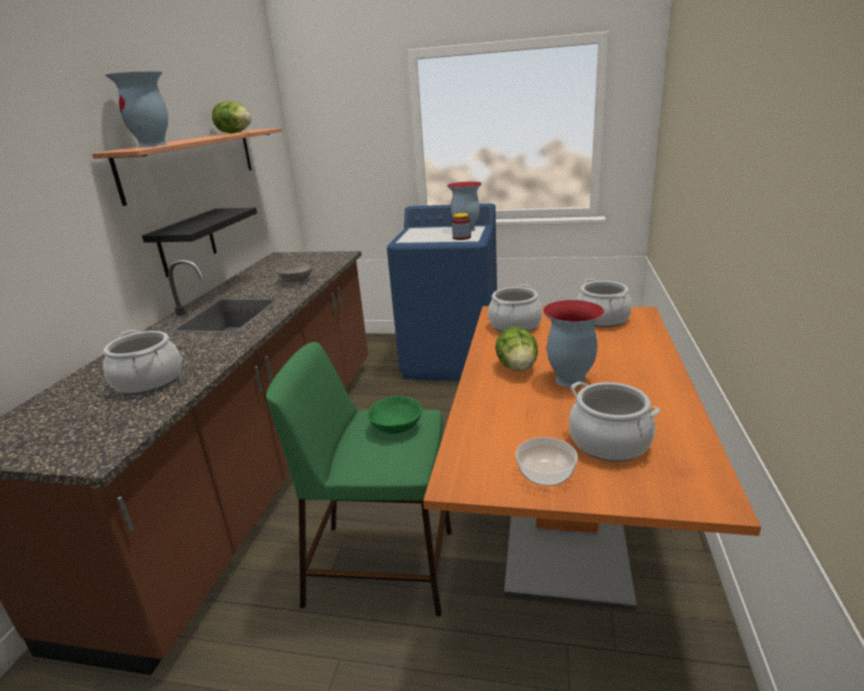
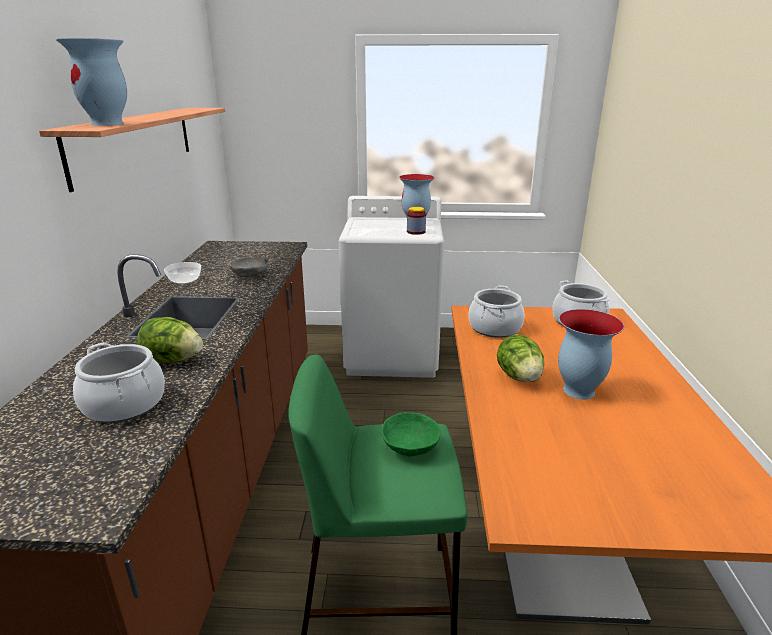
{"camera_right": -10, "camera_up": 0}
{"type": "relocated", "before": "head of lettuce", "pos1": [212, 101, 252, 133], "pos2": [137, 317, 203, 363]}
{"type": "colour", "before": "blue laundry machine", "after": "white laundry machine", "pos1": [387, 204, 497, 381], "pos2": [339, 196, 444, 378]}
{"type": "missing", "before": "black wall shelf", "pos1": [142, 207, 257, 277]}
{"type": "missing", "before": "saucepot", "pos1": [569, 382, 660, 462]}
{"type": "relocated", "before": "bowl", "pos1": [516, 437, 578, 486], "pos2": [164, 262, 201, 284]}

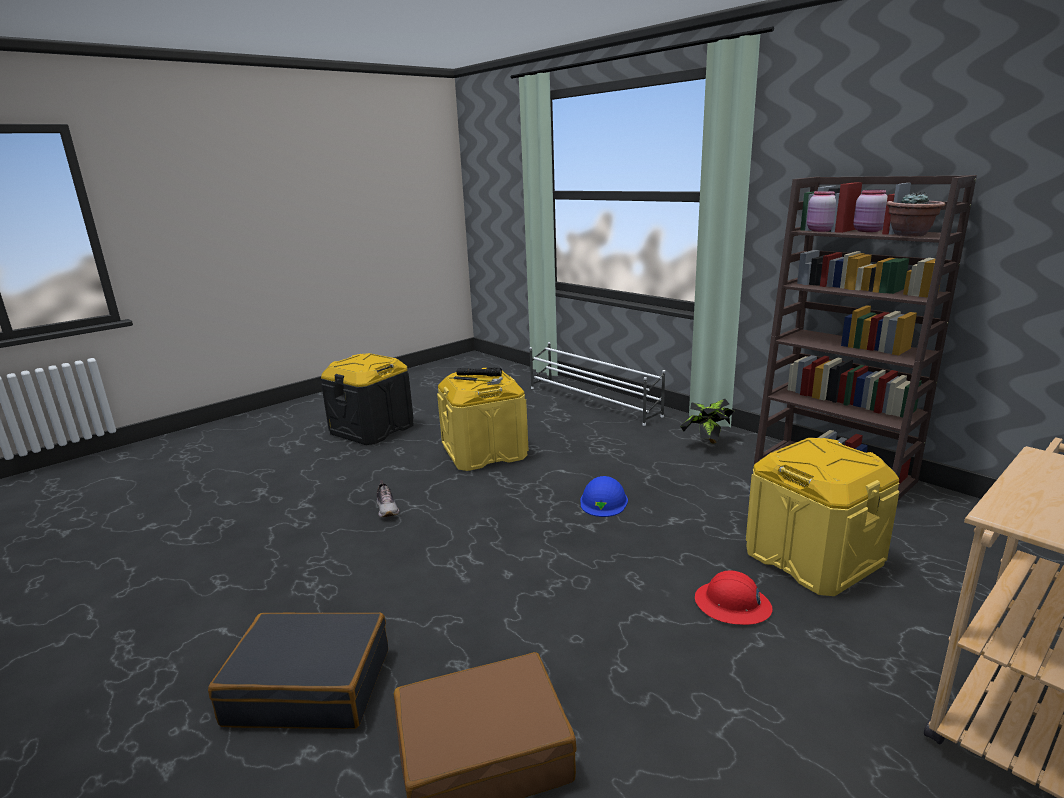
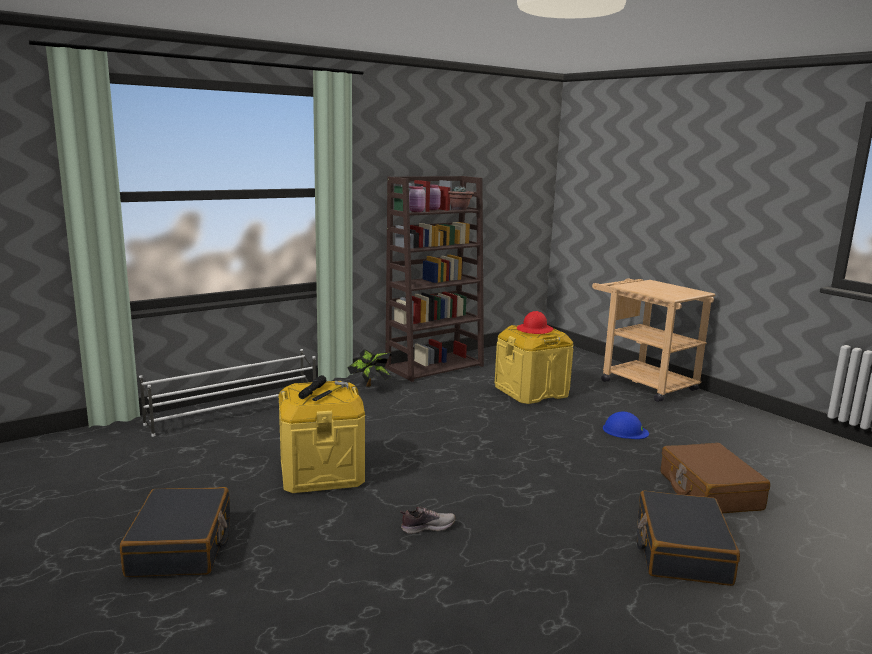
{"camera_right": -85, "camera_up": -5}
{"type": "exchanged", "before": "black storage container", "after": "black piece of luggage", "pos1": [321, 353, 414, 445], "pos2": [120, 487, 230, 577]}
{"type": "relocated", "before": "blue hard hat", "pos1": [580, 476, 628, 517], "pos2": [603, 411, 649, 439]}
{"type": "relocated", "before": "reddish hard hat", "pos1": [695, 571, 772, 625], "pos2": [517, 311, 553, 334]}

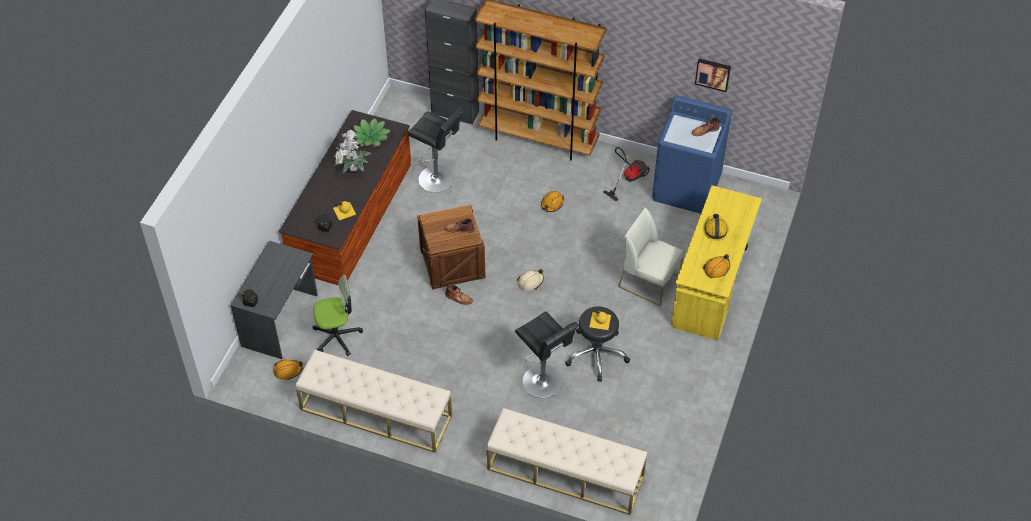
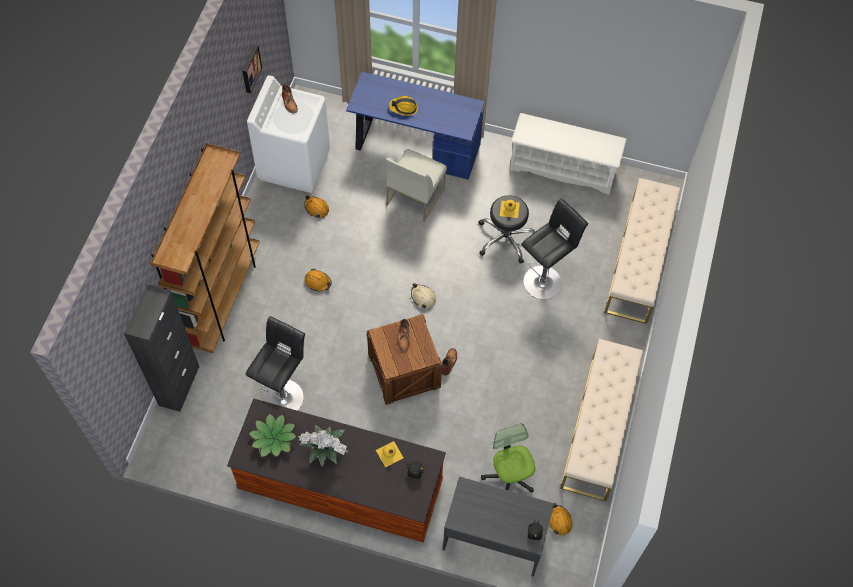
{"camera_right": -95, "camera_up": 10}
{"type": "colour", "before": "blue laundry machine", "after": "white laundry machine", "pos1": [652, 95, 732, 214], "pos2": [247, 75, 330, 193]}
{"type": "missing", "before": "vacuum cleaner", "pos1": [603, 147, 650, 202]}
{"type": "colour", "before": "yellow desk table", "after": "blue desk table", "pos1": [671, 185, 762, 341], "pos2": [346, 72, 485, 180]}
{"type": "relocated", "before": "orange hard hat", "pos1": [703, 254, 730, 278], "pos2": [304, 195, 329, 218]}
{"type": "appeared", "after": "white shoe shelf", "pos2": [510, 113, 627, 195]}

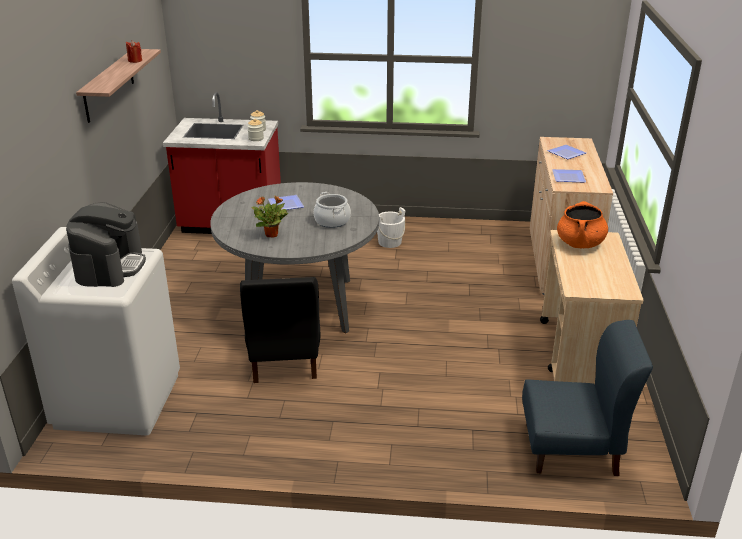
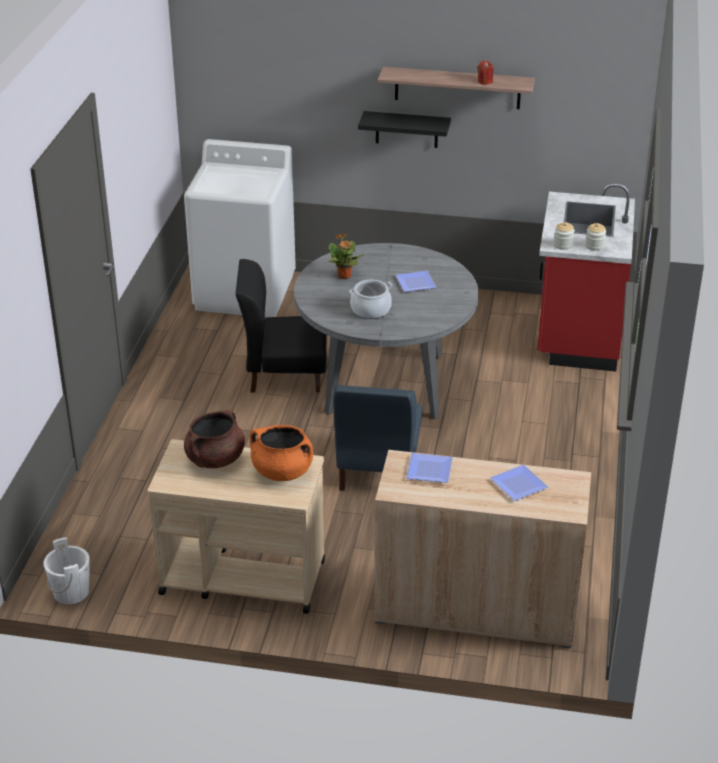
{"camera_right": 95, "camera_up": 5}
{"type": "missing", "before": "coffee maker", "pos1": [66, 202, 146, 287]}
{"type": "relocated", "before": "white water bucket", "pos1": [377, 207, 405, 248], "pos2": [43, 537, 90, 604]}
{"type": "relocated", "before": "blue chair", "pos1": [522, 320, 653, 476], "pos2": [333, 385, 422, 491]}
{"type": "appeared", "after": "black wall shelf", "pos2": [358, 111, 451, 148]}
{"type": "appeared", "after": "brownish saucepot", "pos2": [184, 409, 245, 468]}

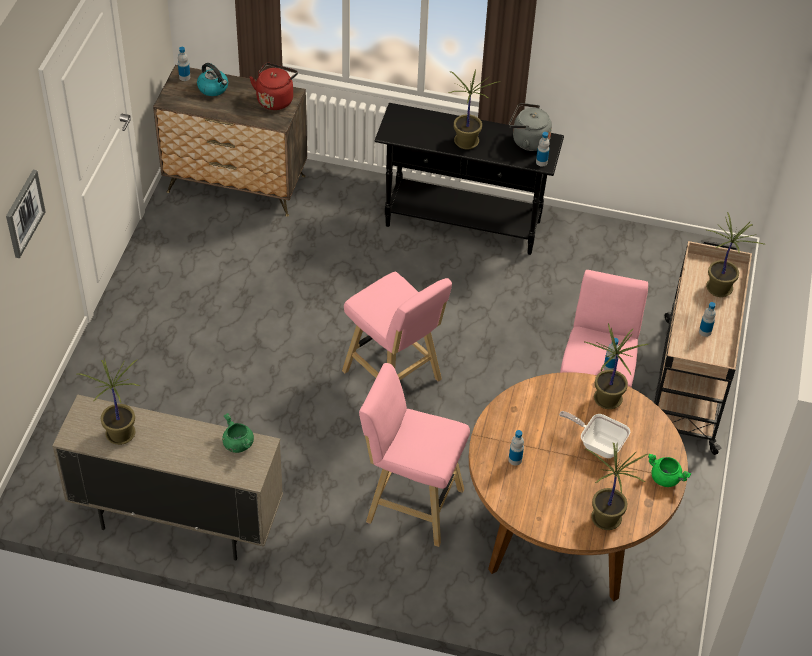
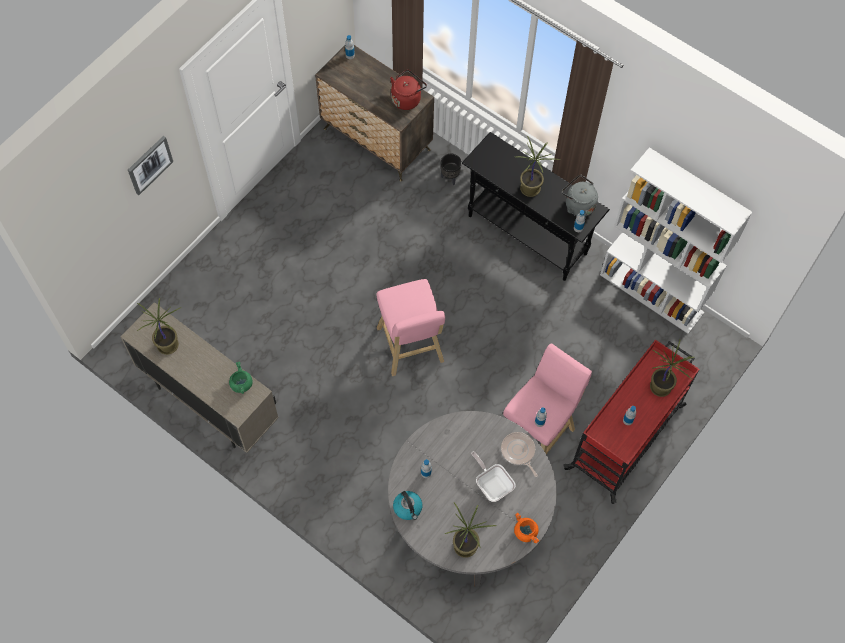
{"camera_right": 25, "camera_up": 15}
{"type": "relocated", "before": "tea kettle", "pos1": [197, 63, 228, 96], "pos2": [393, 491, 422, 520]}
{"type": "colour", "before": "beige trolley", "after": "reddish trolley", "pos1": [654, 240, 752, 455], "pos2": [563, 340, 700, 504]}
{"type": "exchanged", "before": "plant in a pot", "after": "pan", "pos1": [583, 323, 648, 409], "pos2": [501, 432, 538, 477]}
{"type": "missing", "before": "pinkish stool seat", "pos1": [359, 363, 470, 547]}
{"type": "colour", "before": "brownish dining table", "after": "gray dining table", "pos1": [469, 372, 688, 602], "pos2": [388, 411, 557, 587]}
{"type": "colour", "before": "green saucepot", "after": "orange saucepot", "pos1": [648, 454, 691, 487], "pos2": [514, 513, 540, 543]}
{"type": "appeared", "after": "white bookshelf", "pos2": [600, 147, 752, 333]}
{"type": "appeared", "after": "black flower pot", "pos2": [441, 154, 462, 185]}

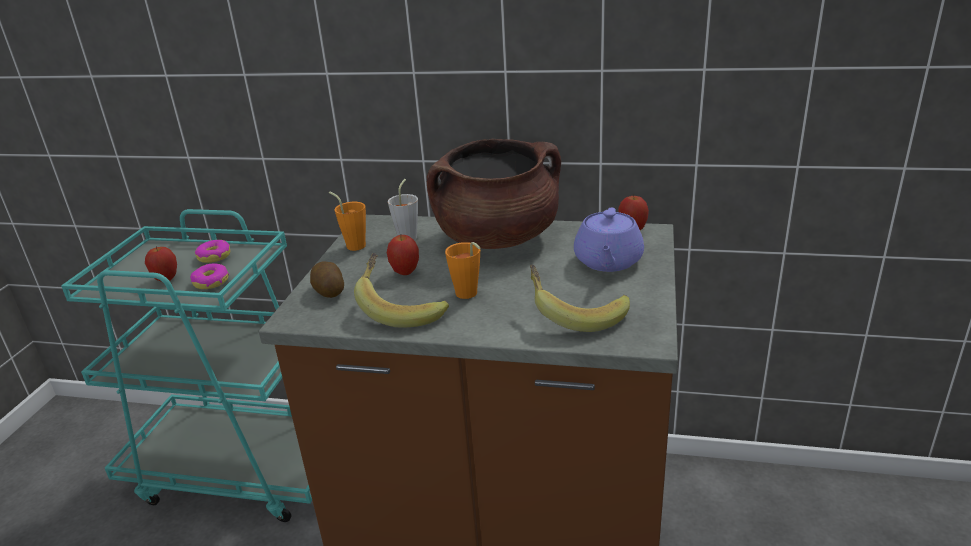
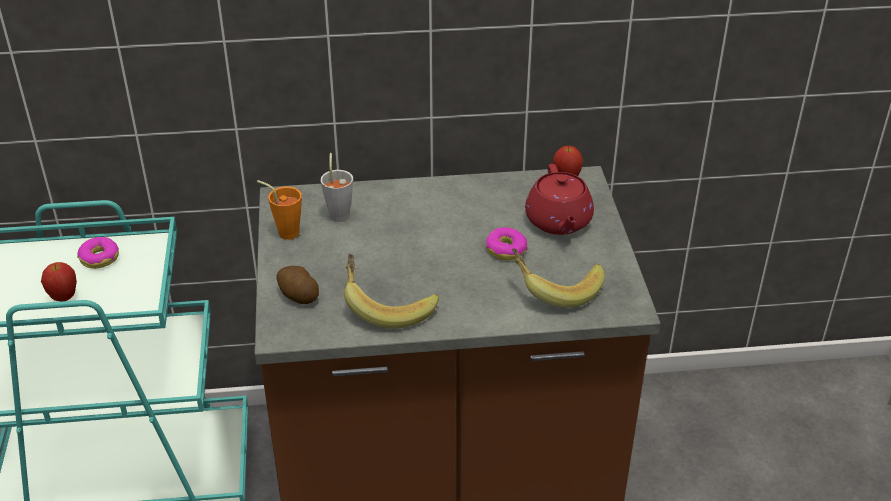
{"camera_right": -20, "camera_up": 10}
{"type": "missing", "before": "brownish saucepot", "pos1": [427, 139, 561, 249]}
{"type": "colour", "before": "purple tea pot", "after": "reddish tea pot", "pos1": [574, 208, 644, 272], "pos2": [525, 164, 594, 235]}
{"type": "missing", "before": "apple fruit", "pos1": [387, 235, 419, 275]}
{"type": "missing", "before": "orange small cup", "pos1": [445, 242, 480, 299]}
{"type": "relocated", "before": "ring doughnut", "pos1": [190, 263, 229, 289], "pos2": [486, 227, 528, 260]}

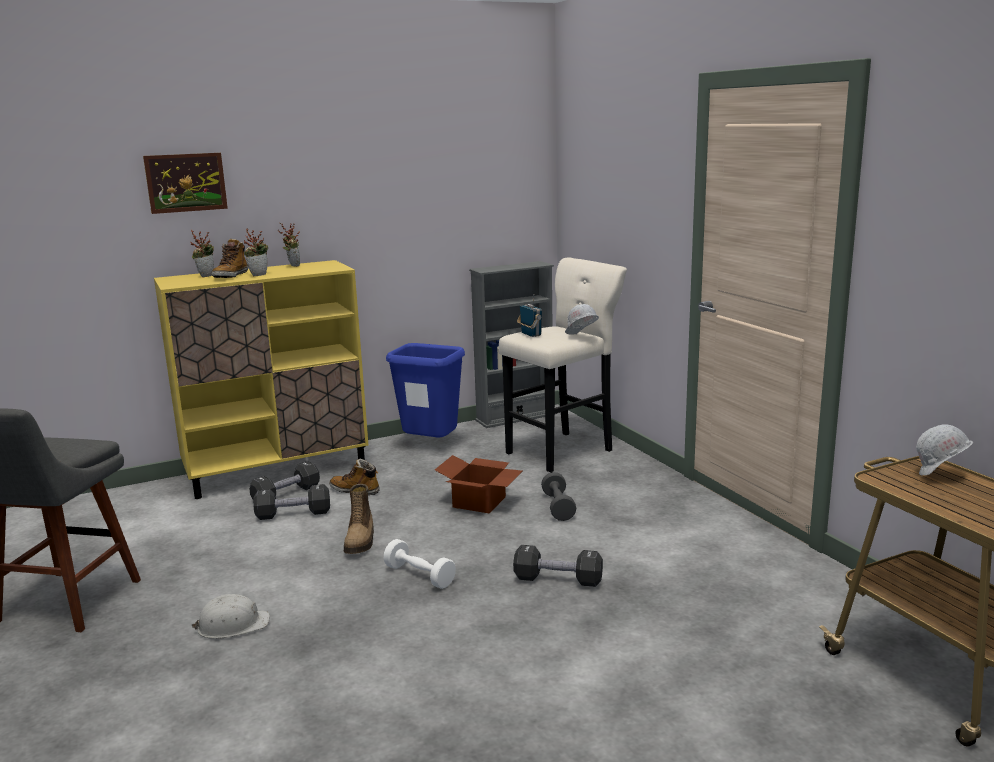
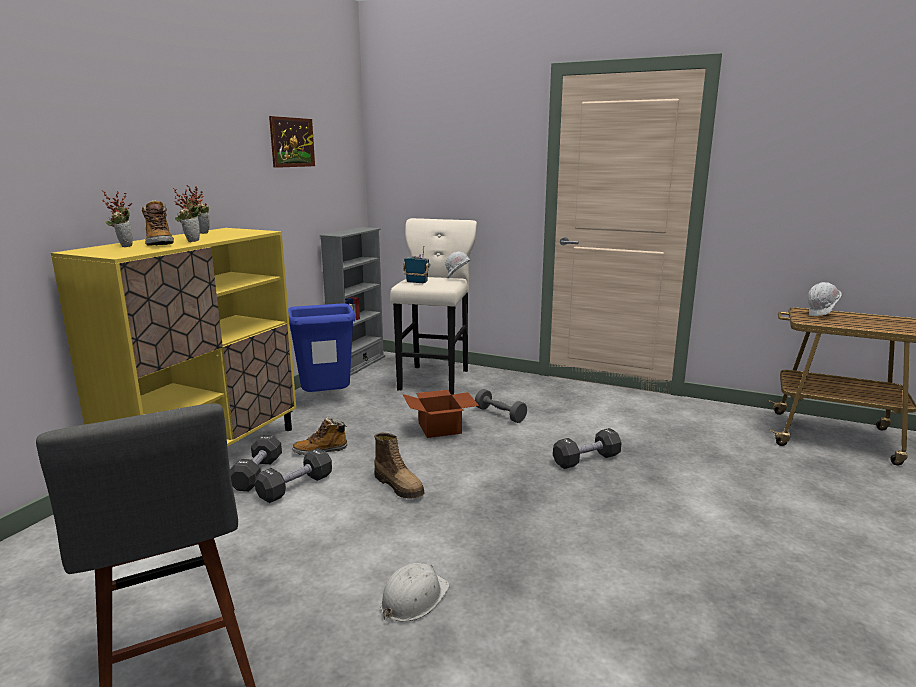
{"camera_right": -40, "camera_up": 0}
{"type": "relocated", "before": "picture", "pos1": [143, 153, 228, 214], "pos2": [269, 116, 315, 168]}
{"type": "missing", "before": "white dumbbell", "pos1": [384, 539, 456, 589]}

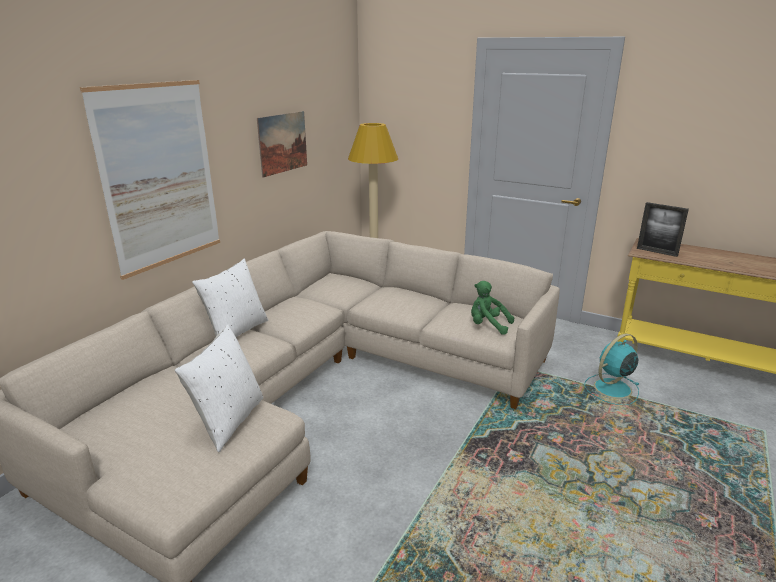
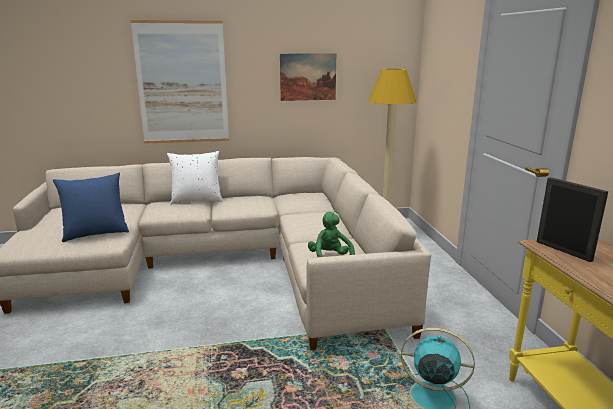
{"camera_right": 50, "camera_up": -5}
{"type": "spun", "before": "photo frame", "pos1": [637, 202, 689, 257], "pos2": [537, 177, 608, 262], "turn": 150}
{"type": "colour", "before": "white throw pillow", "after": "blue throw pillow", "pos1": [175, 325, 263, 452], "pos2": [53, 173, 129, 242]}

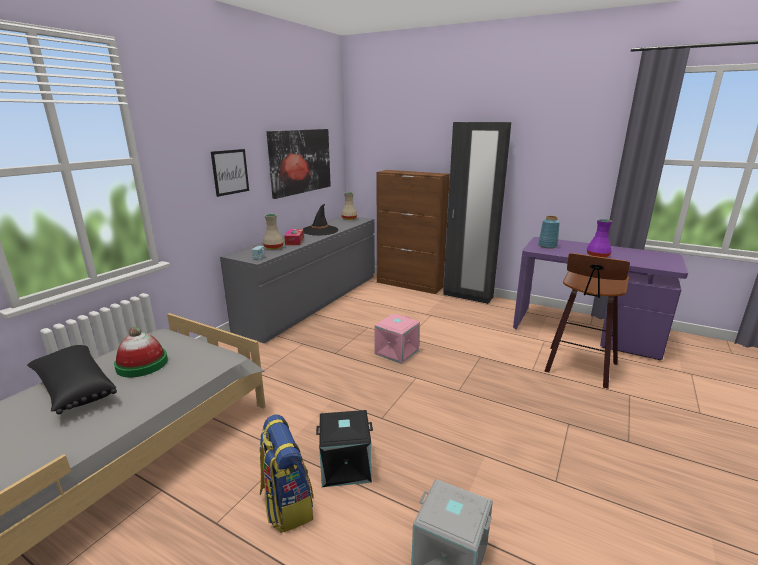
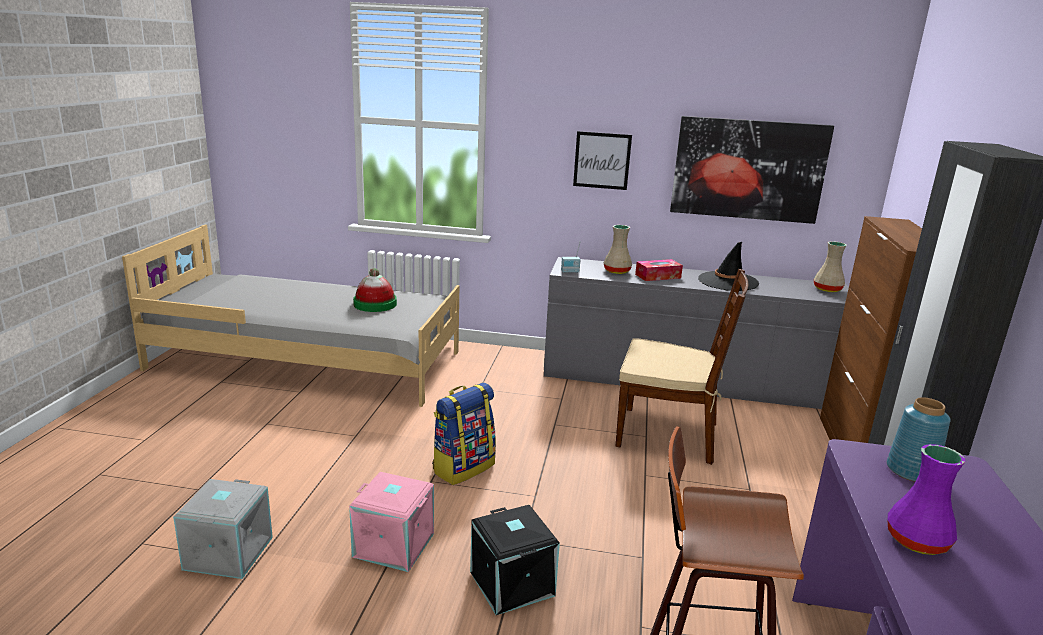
{"camera_right": 70, "camera_up": 0}
{"type": "relocated", "before": "pinkish storage container", "pos1": [374, 313, 420, 364], "pos2": [349, 472, 434, 572]}
{"type": "missing", "before": "black throw pillow", "pos1": [27, 345, 117, 414]}
{"type": "relocated", "before": "black storage container", "pos1": [316, 410, 373, 487], "pos2": [470, 505, 560, 615]}
{"type": "relocated", "before": "backpack", "pos1": [260, 414, 314, 533], "pos2": [432, 383, 496, 485]}
{"type": "appeared", "after": "brownish chair", "pos2": [616, 269, 748, 465]}

